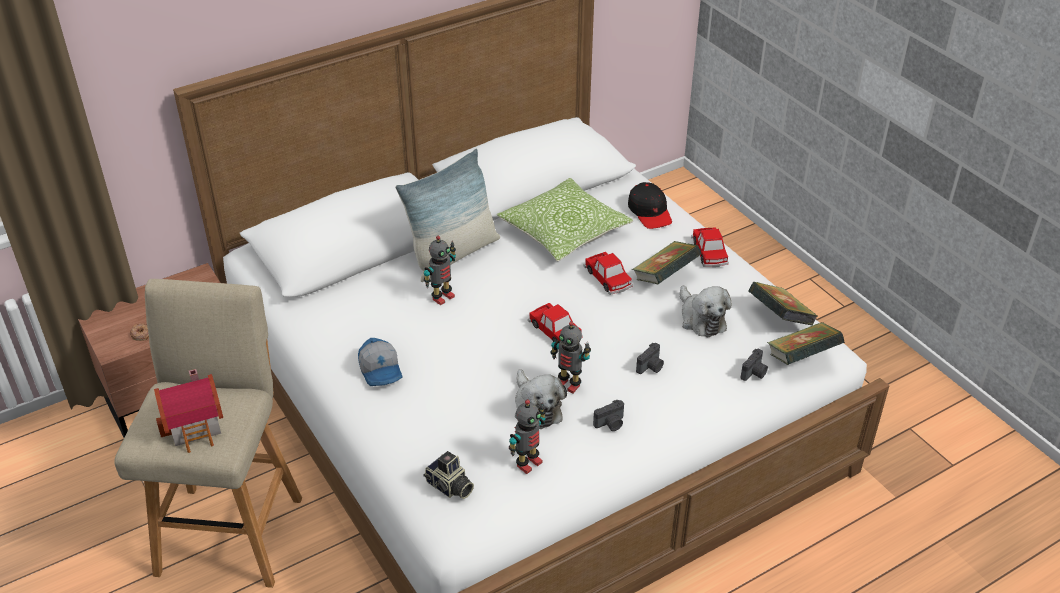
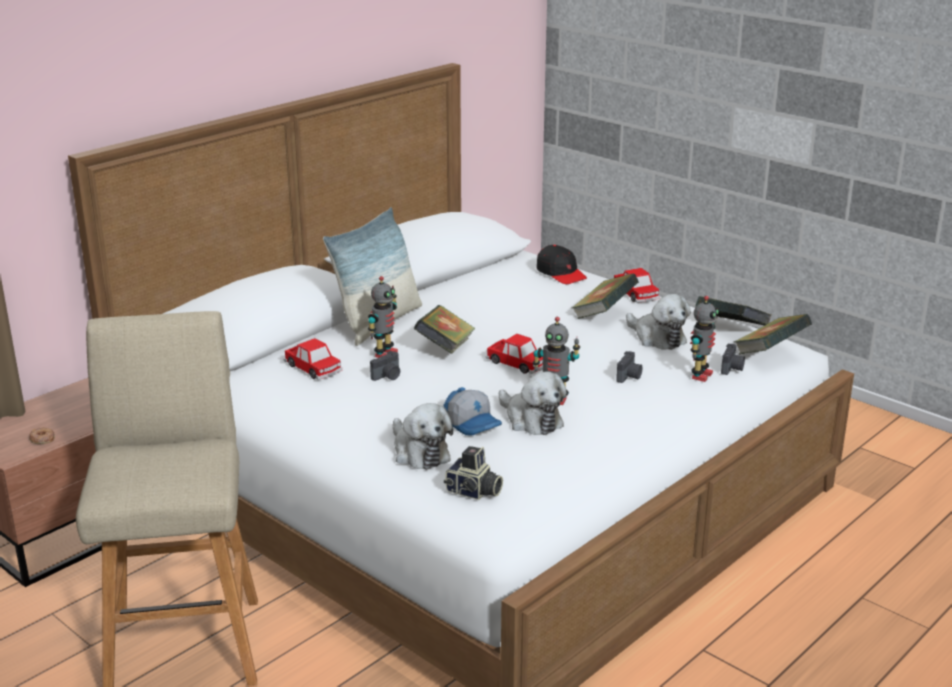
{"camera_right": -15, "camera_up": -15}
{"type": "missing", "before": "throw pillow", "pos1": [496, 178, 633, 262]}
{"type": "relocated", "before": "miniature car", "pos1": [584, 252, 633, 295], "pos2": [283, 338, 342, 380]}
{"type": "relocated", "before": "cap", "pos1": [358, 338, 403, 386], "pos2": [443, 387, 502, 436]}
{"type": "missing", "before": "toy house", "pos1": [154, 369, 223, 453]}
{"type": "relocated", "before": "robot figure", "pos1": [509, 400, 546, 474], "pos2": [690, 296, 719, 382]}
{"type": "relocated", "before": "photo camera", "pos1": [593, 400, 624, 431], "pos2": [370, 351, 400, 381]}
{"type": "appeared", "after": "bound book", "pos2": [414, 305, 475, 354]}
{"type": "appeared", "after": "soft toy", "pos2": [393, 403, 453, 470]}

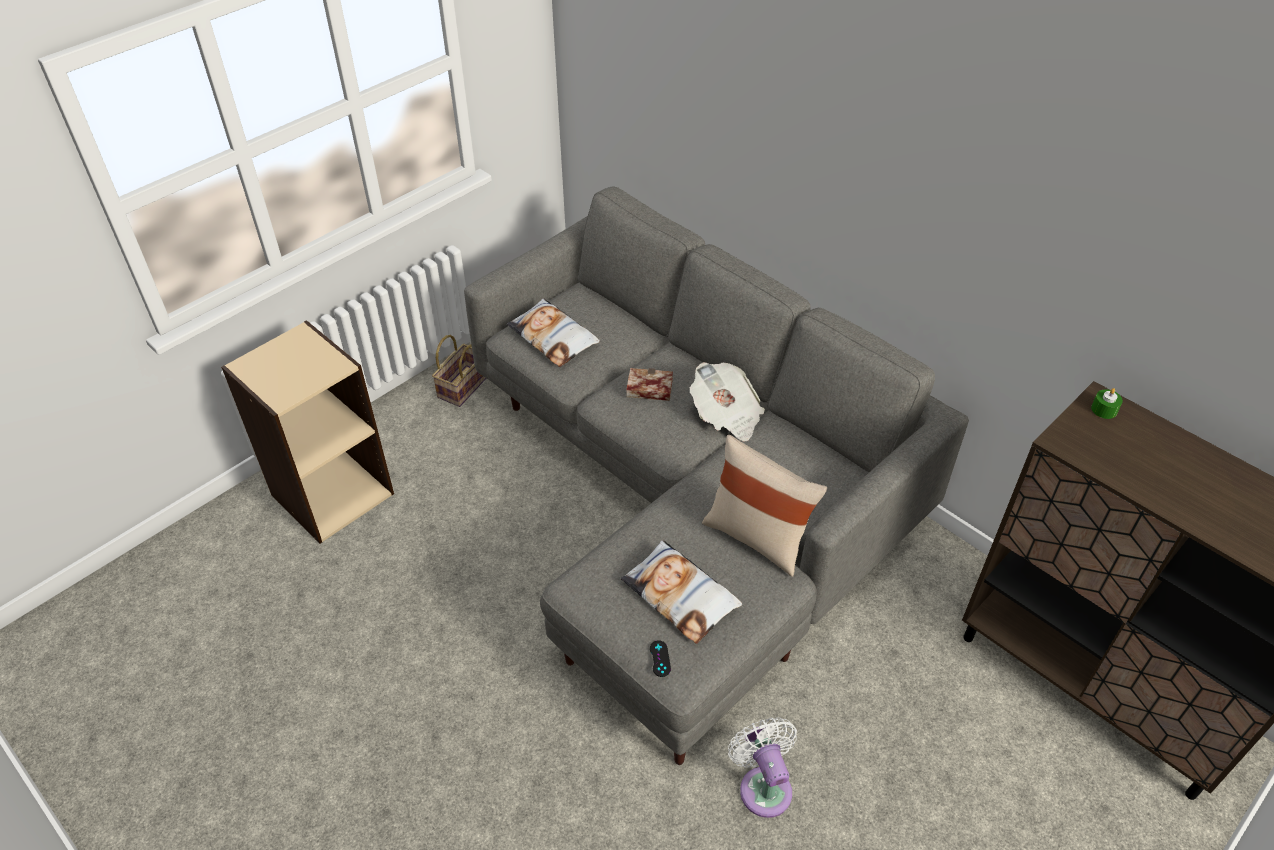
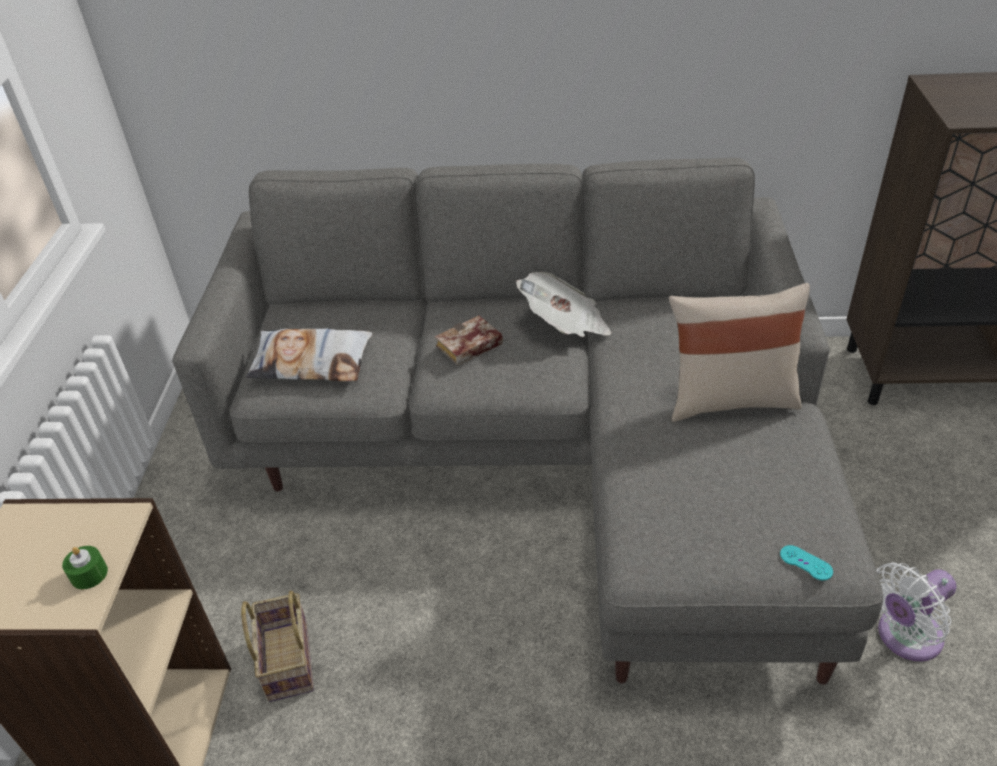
{"camera_right": -40, "camera_up": -5}
{"type": "relocated", "before": "storage basket", "pos1": [432, 335, 487, 407], "pos2": [241, 591, 314, 702]}
{"type": "relocated", "before": "green candle", "pos1": [1091, 388, 1123, 419], "pos2": [62, 546, 108, 589]}
{"type": "missing", "before": "throw pillow", "pos1": [621, 540, 742, 644]}
{"type": "colour", "before": "black joypad", "after": "turquoise joypad", "pos1": [650, 640, 671, 677], "pos2": [780, 545, 833, 580]}
{"type": "spun", "before": "white electric fan", "pos1": [728, 718, 797, 818], "pos2": [876, 562, 956, 661], "turn": -60}

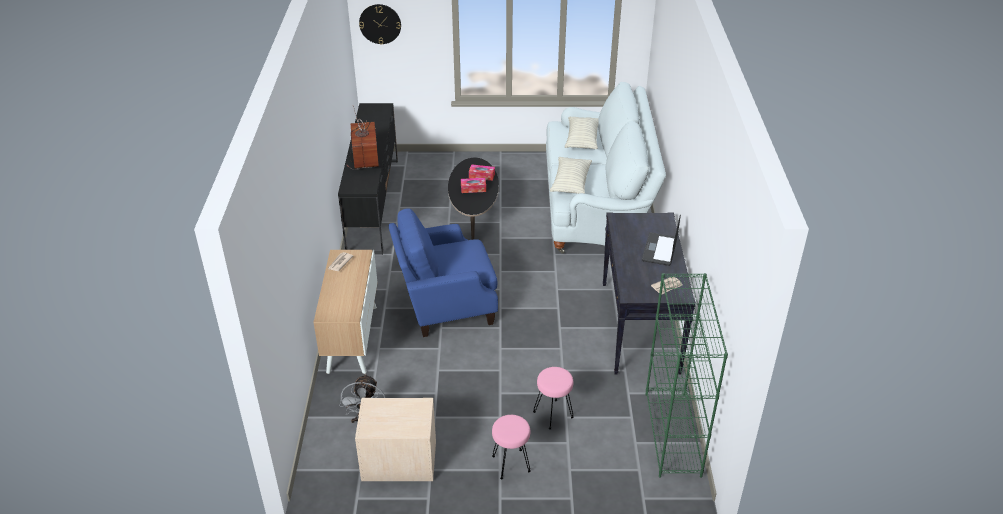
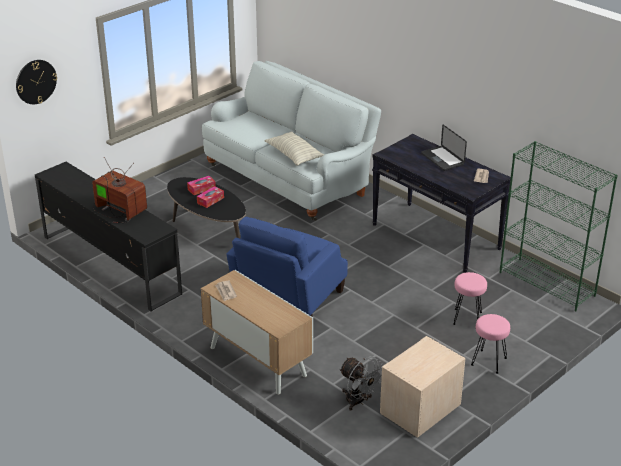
{"camera_right": -45, "camera_up": -5}
{"type": "missing", "before": "throw pillow", "pos1": [565, 117, 599, 149]}

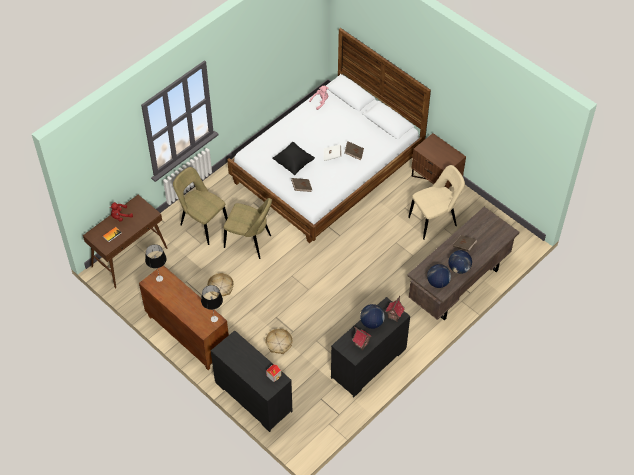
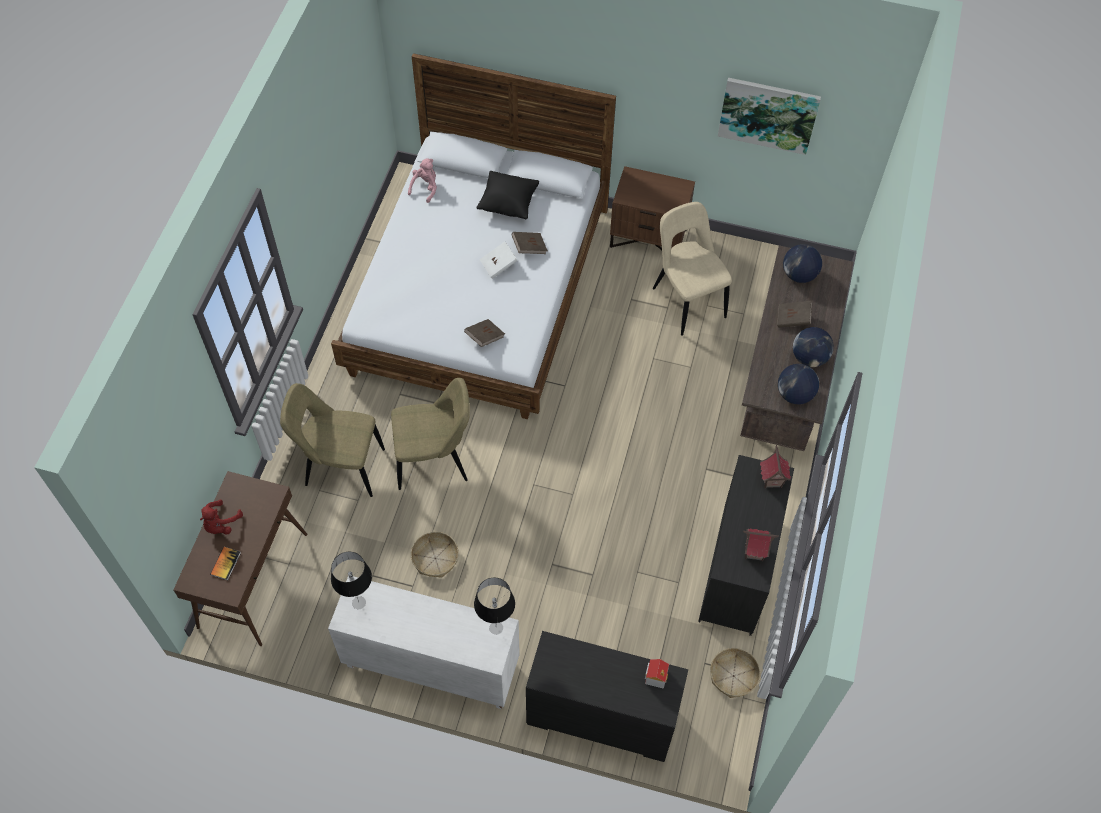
{"camera_right": -30, "camera_up": 5}
{"type": "relocated", "before": "black throw pillow", "pos1": [272, 142, 315, 175], "pos2": [477, 171, 539, 219]}
{"type": "spun", "before": "beige chair", "pos1": [408, 165, 465, 240], "pos2": [653, 202, 732, 336], "turn": -60}
{"type": "colour", "before": "brownish cupboard", "after": "white cupboard", "pos1": [139, 265, 229, 370], "pos2": [328, 575, 520, 709]}
{"type": "relocated", "before": "desk globe", "pos1": [360, 304, 385, 329], "pos2": [783, 244, 822, 283]}
{"type": "relocated", "before": "storage basket", "pos1": [265, 328, 293, 354], "pos2": [710, 648, 760, 698]}
{"type": "appeared", "after": "picture", "pos2": [718, 78, 821, 155]}

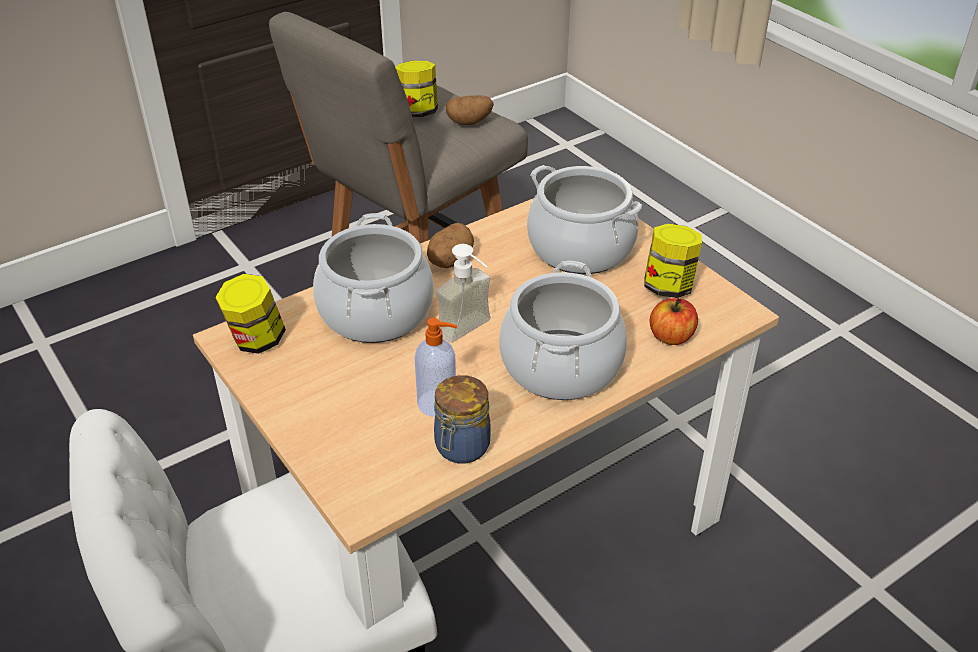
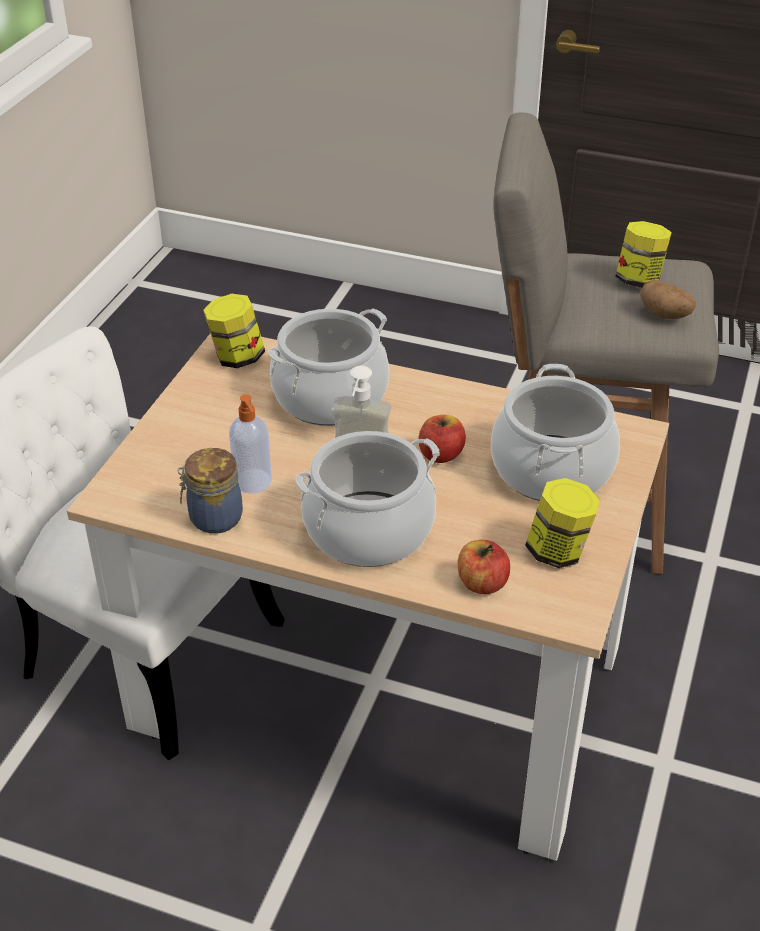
{"camera_right": 55, "camera_up": 0}
{"type": "missing", "before": "potato", "pos1": [427, 223, 474, 268]}
{"type": "appeared", "after": "apple fruit", "pos2": [419, 415, 466, 463]}

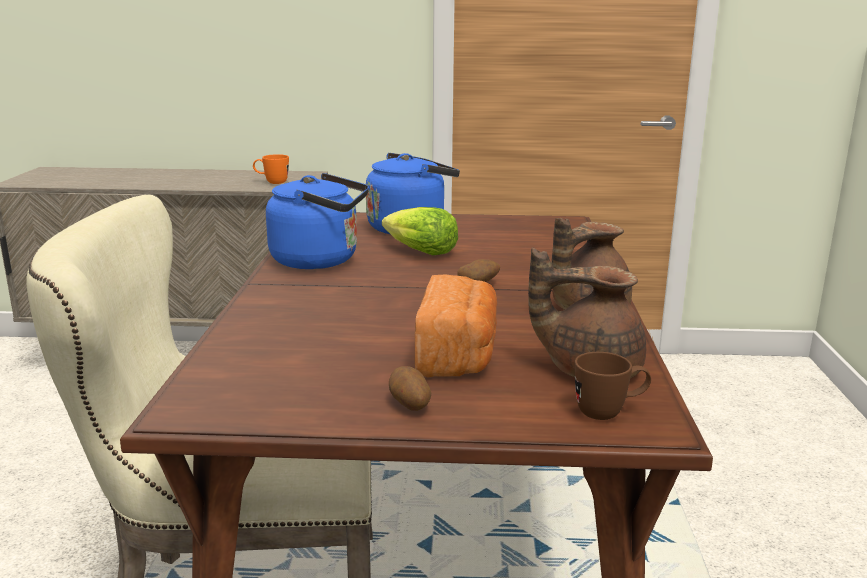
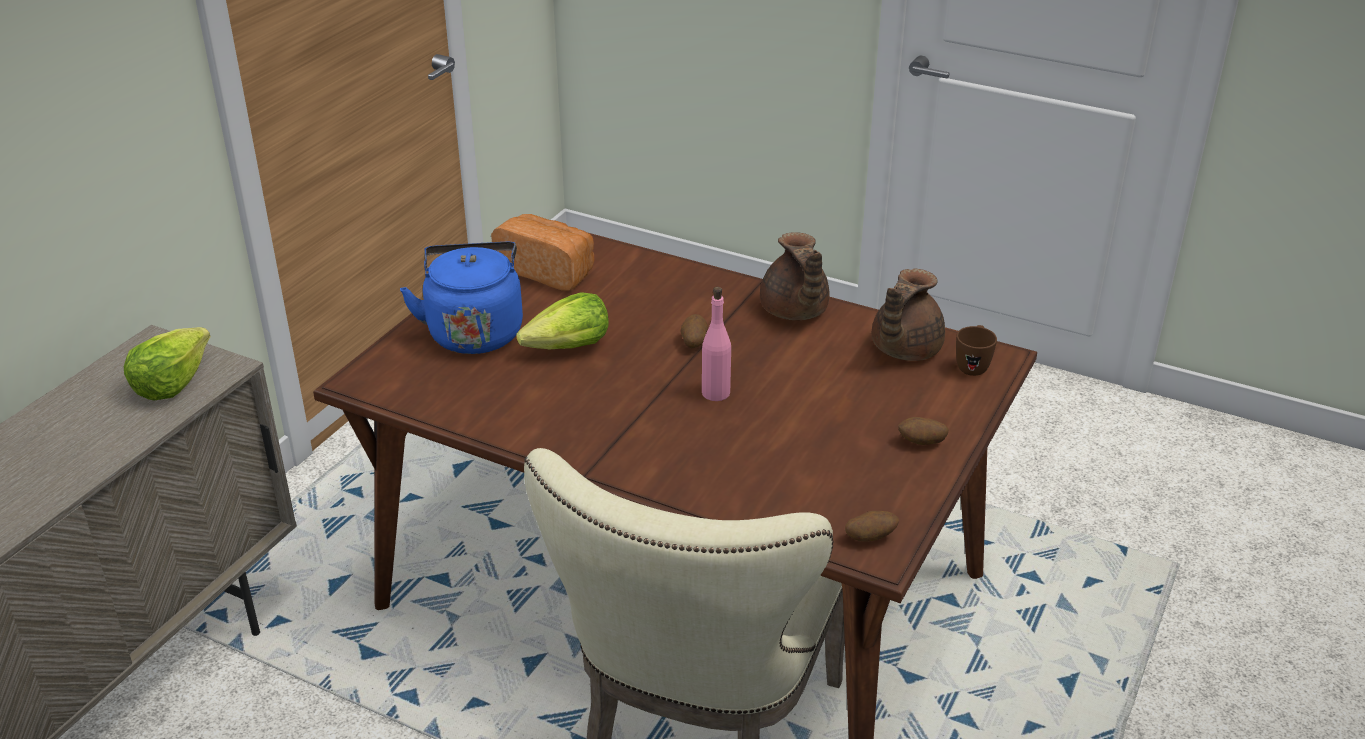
{"camera_right": -65, "camera_up": 15}
{"type": "exchanged", "before": "orange coffee mug", "after": "head of lettuce", "pos1": [253, 154, 289, 184], "pos2": [124, 327, 211, 400]}
{"type": "missing", "before": "blue tea kettle", "pos1": [266, 173, 369, 269]}
{"type": "relocated", "before": "baked bread", "pos1": [415, 274, 497, 378], "pos2": [491, 214, 595, 290]}
{"type": "appeared", "after": "pinkish drink bottle", "pos2": [702, 287, 731, 401]}
{"type": "appeared", "after": "potato", "pos2": [845, 511, 899, 542]}

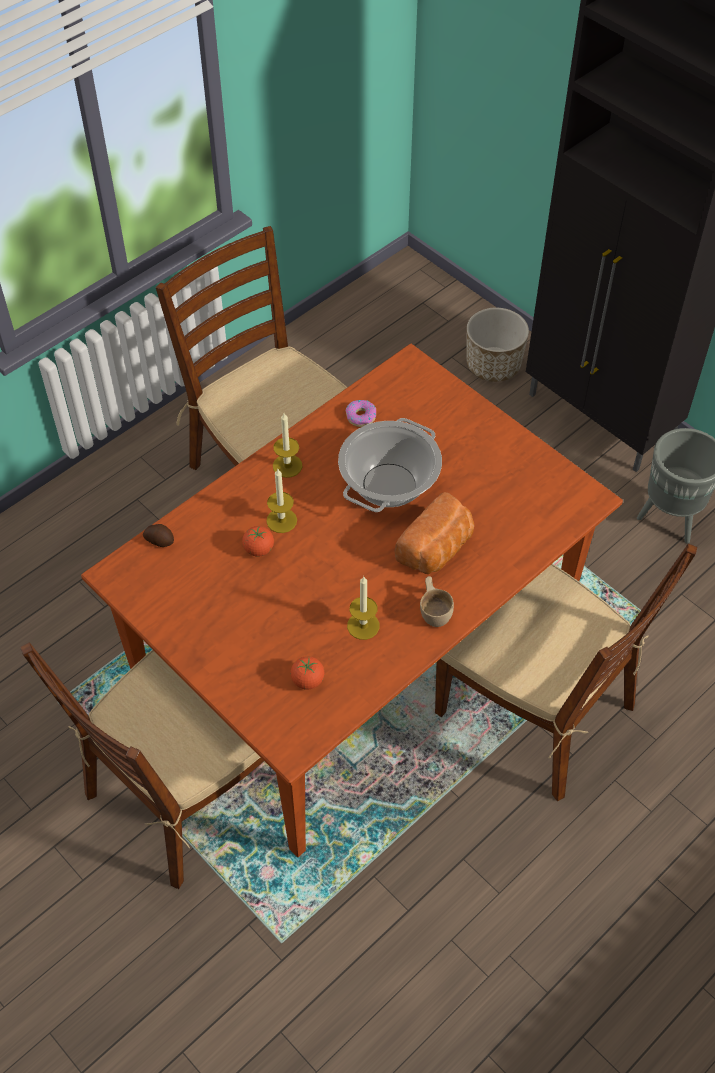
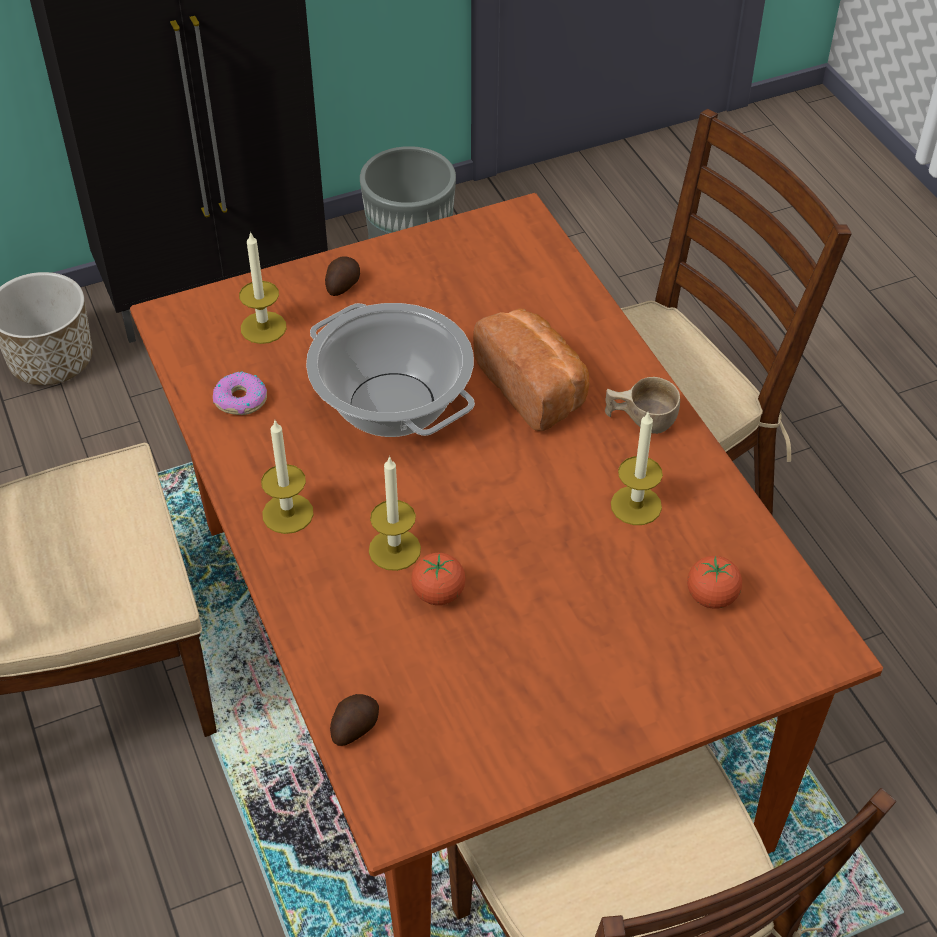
{"camera_right": -70, "camera_up": -5}
{"type": "appeared", "after": "candle", "pos2": [239, 231, 287, 344]}
{"type": "appeared", "after": "potato", "pos2": [325, 256, 360, 296]}

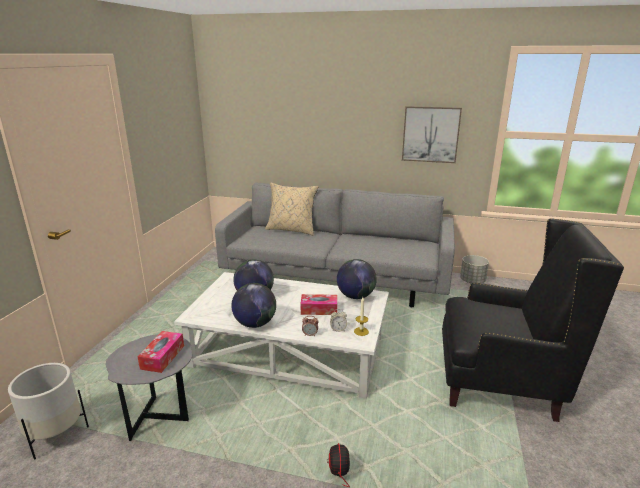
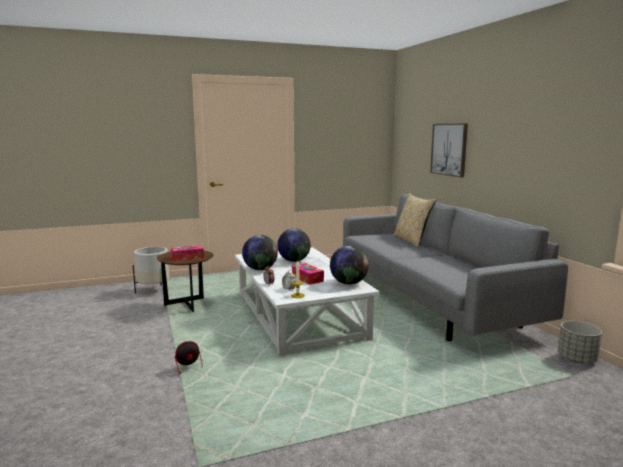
{"camera_right": 55, "camera_up": -10}
{"type": "relocated", "before": "picture", "pos1": [402, 106, 462, 163], "pos2": [430, 124, 468, 177]}
{"type": "missing", "before": "black armchair", "pos1": [442, 218, 624, 422]}
{"type": "colour", "before": "gray end table", "after": "brownish end table", "pos1": [106, 334, 192, 441], "pos2": [156, 251, 213, 312]}

